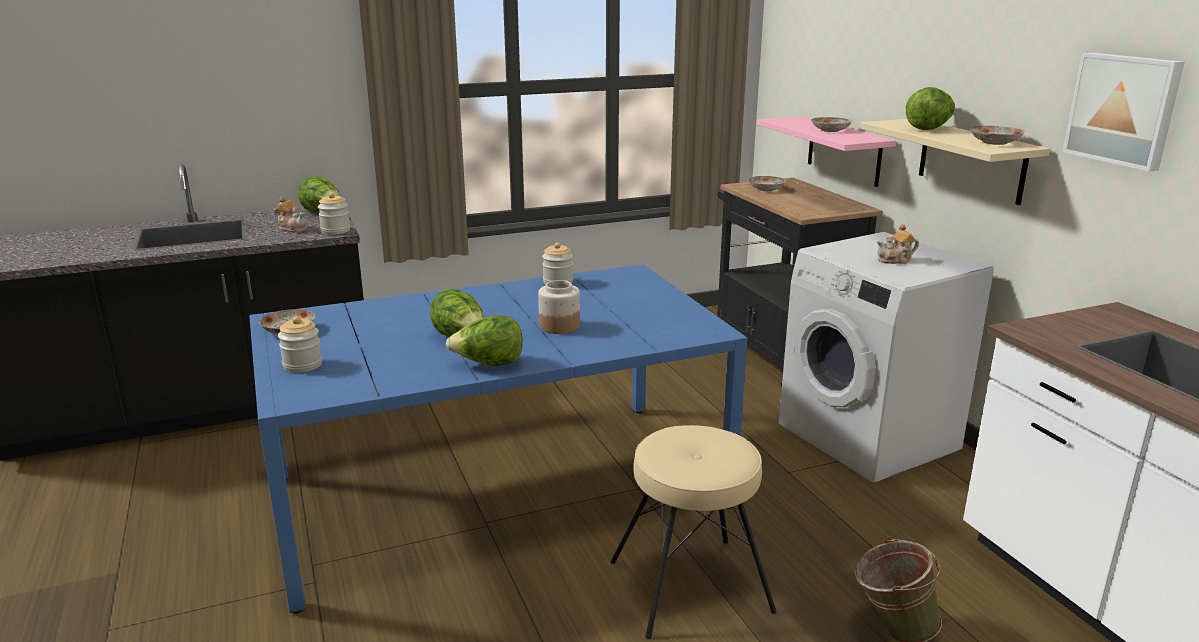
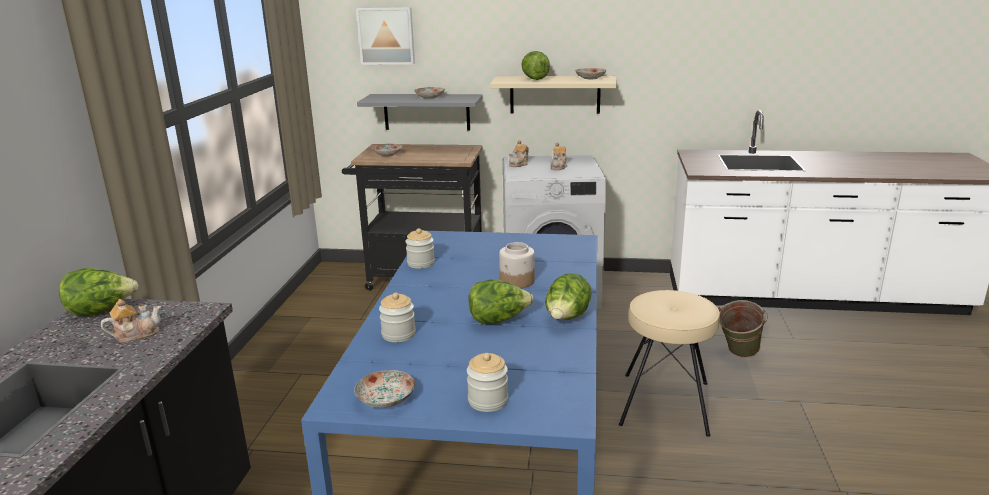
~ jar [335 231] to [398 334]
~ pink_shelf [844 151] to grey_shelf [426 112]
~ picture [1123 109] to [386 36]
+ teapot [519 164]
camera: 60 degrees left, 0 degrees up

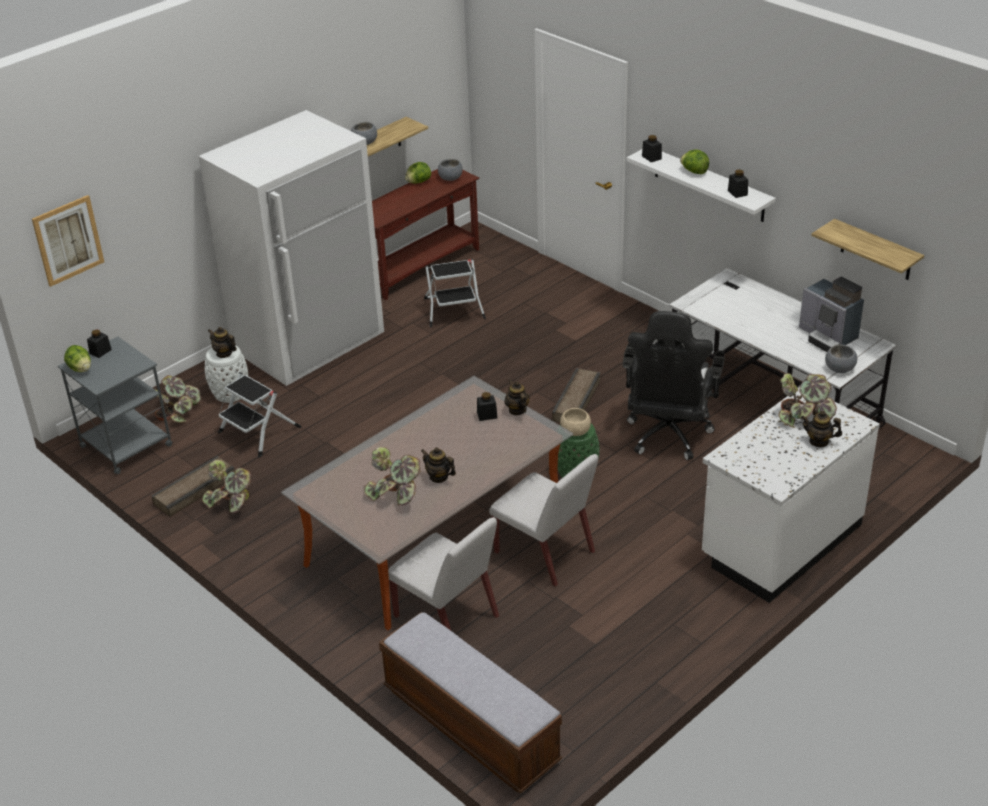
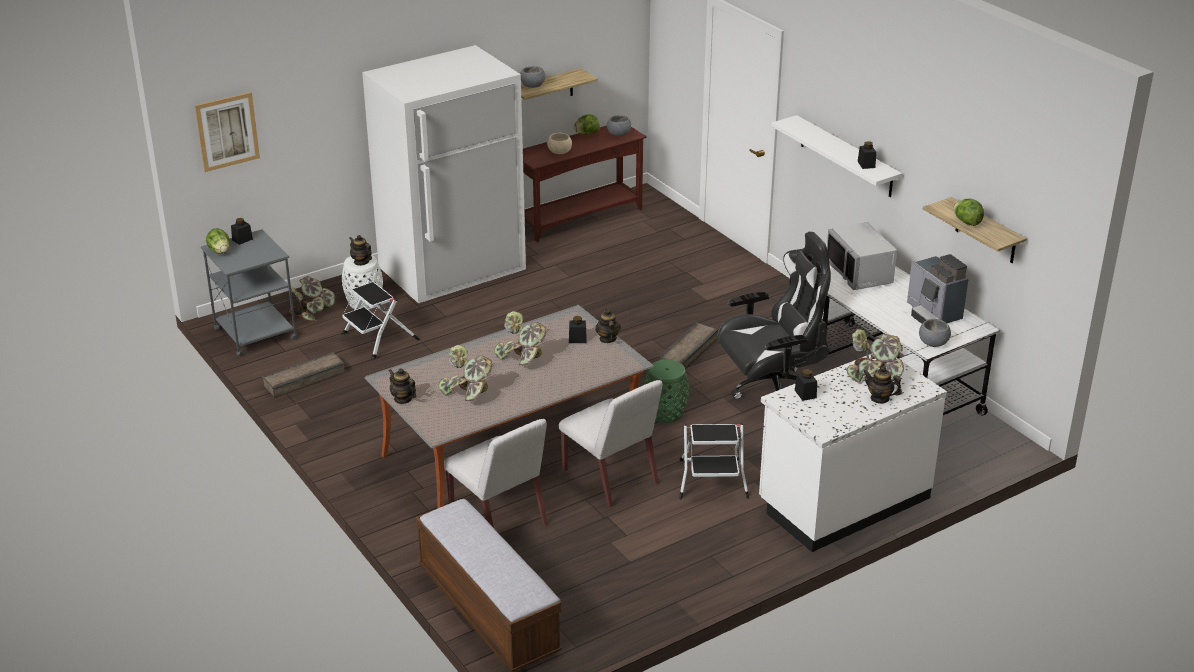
~ potted_plant [231 503] to [522 358]
~ teapot [438 477] to [403 399]
~ step_ladder [453 309] to [711 479]
~ beige_bowl [575 431] to [559 152]
~ black_office_chair [669 431] = [769 390] 135 degrees counterclockwise
~ black_jar [651 157] to [805 394]
~ lettuce [694 171] to [967 222]
+ grey_microwave [860 273]
camera: 10 degrees right, 5 degrees down

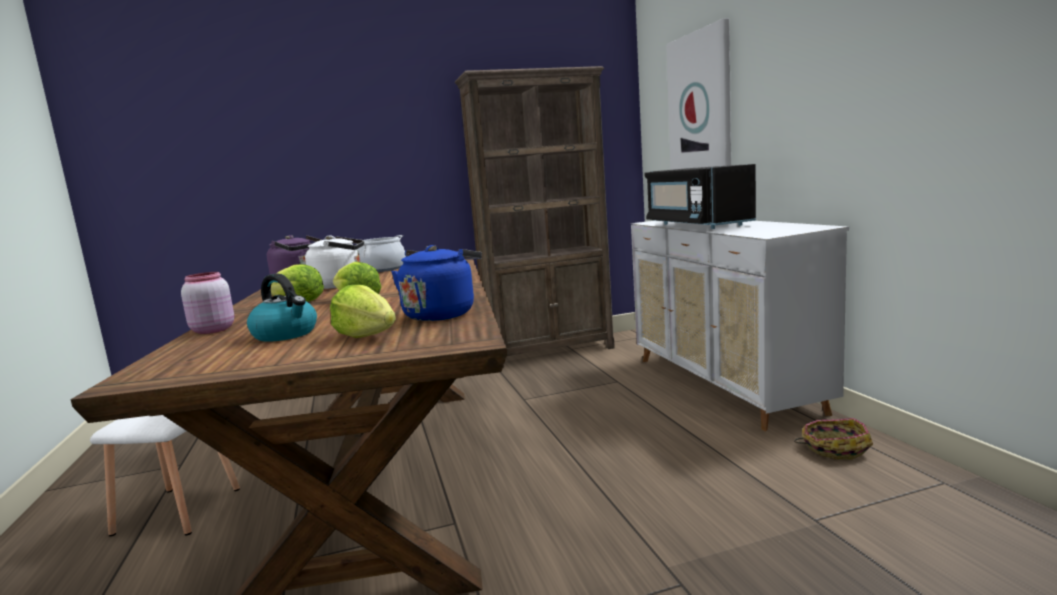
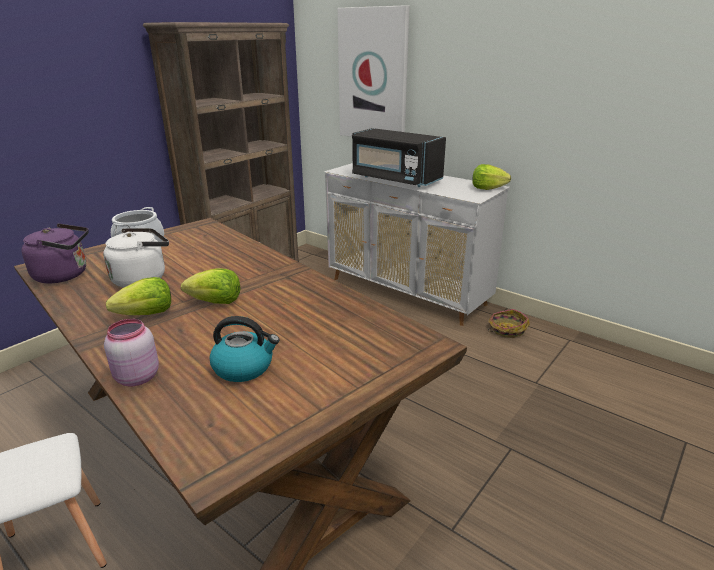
~ lettuce [367 335] to [487 188]
- blue_kettle [441 314]
camera: 35 degrees left, 15 degrees up

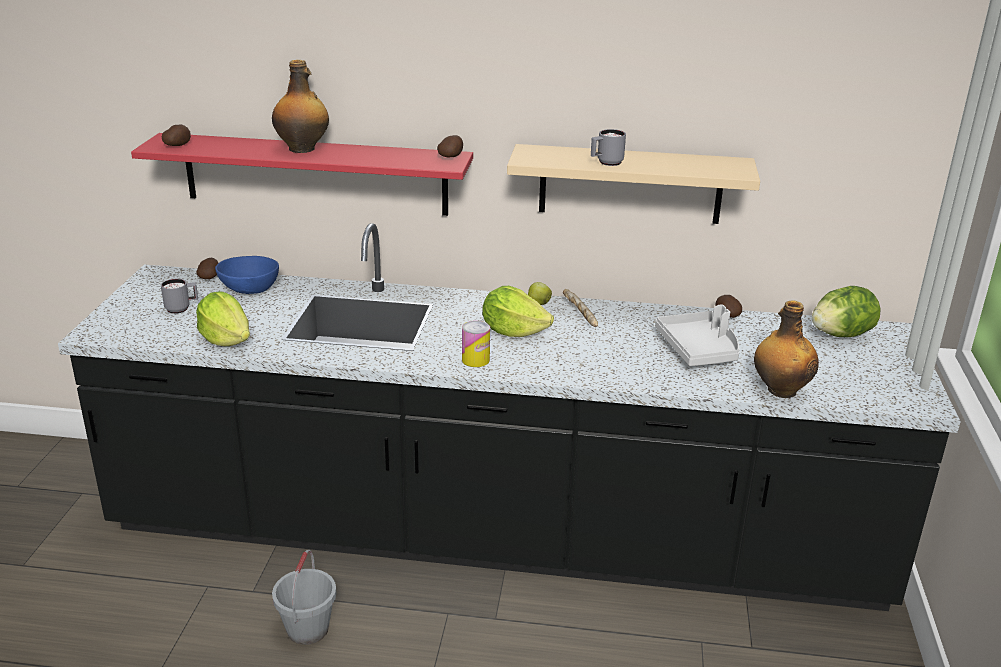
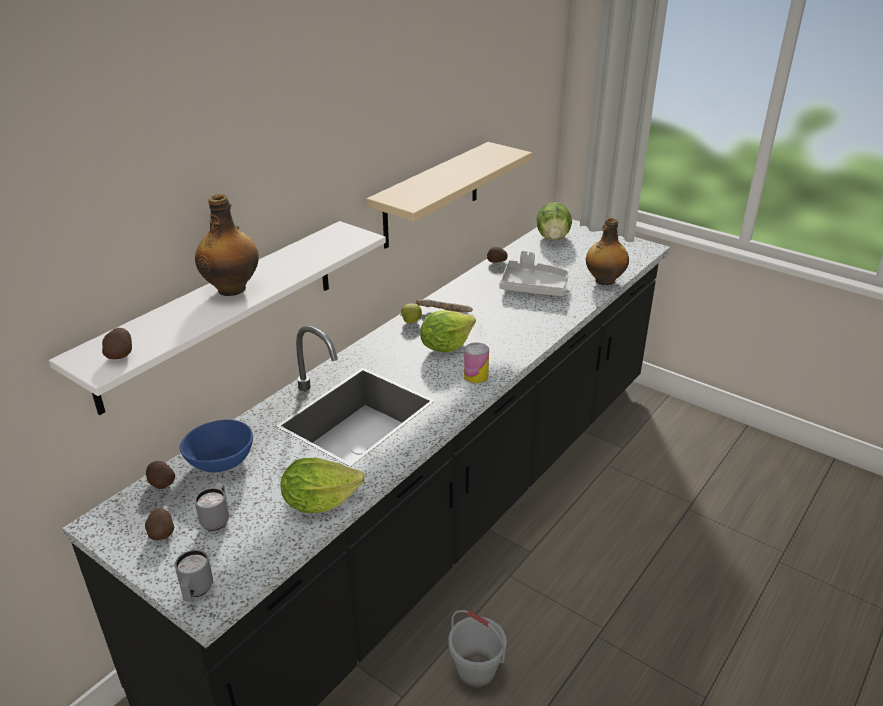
~ red_shelf [315 174] to white_shelf [220 312]
~ potato [451 157] to [161 532]
~ grey_mug [606 163] to [196 592]
camera: 60 degrees left, 5 degrees up

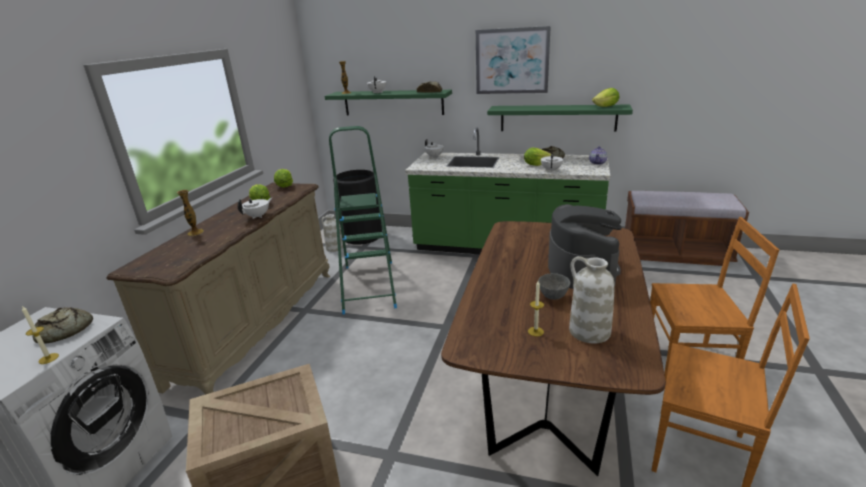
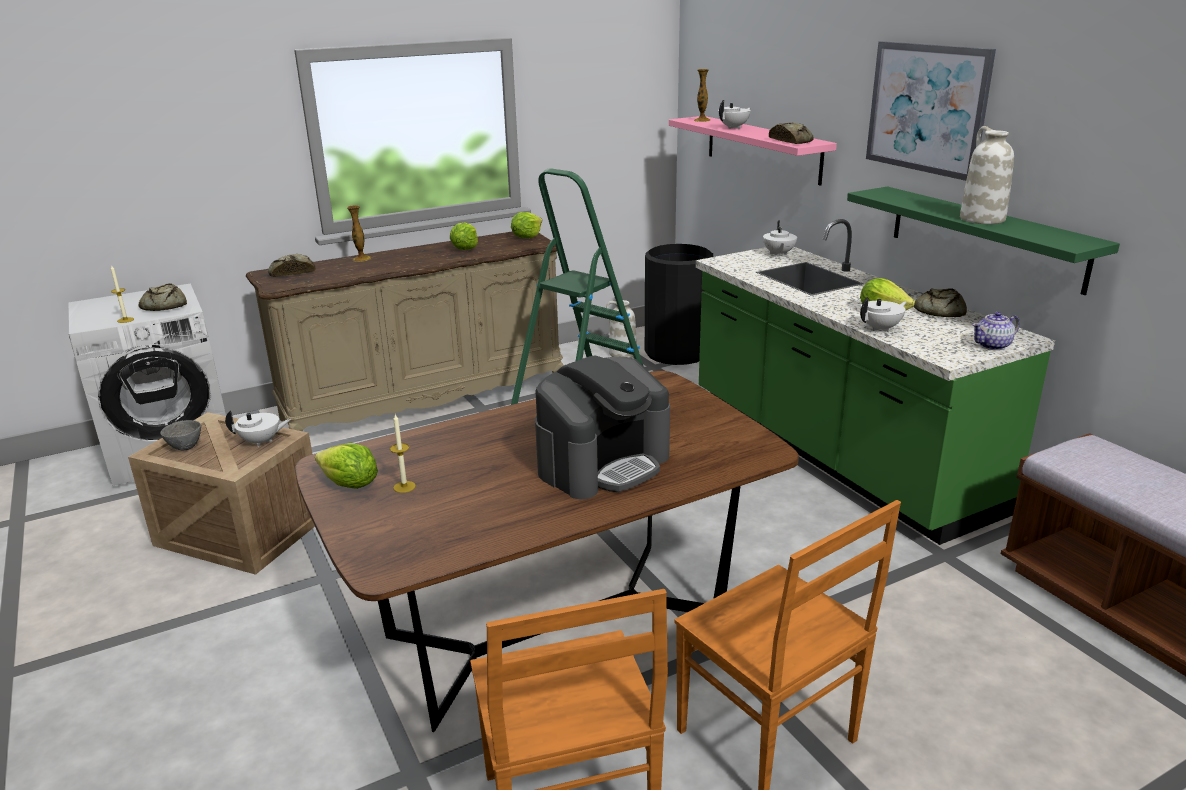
~ white_teapot [258 216] to [261 442]
~ green_shelf [393 102] to pink_shelf [762 148]
~ grey_bowl [553 297] to [186 448]
~ white_vase [588 332] to [981 219]
~ lettuce [606 107] to [350 485]
+ bread [291 272]
camera: 45 degrees right, 0 degrees up

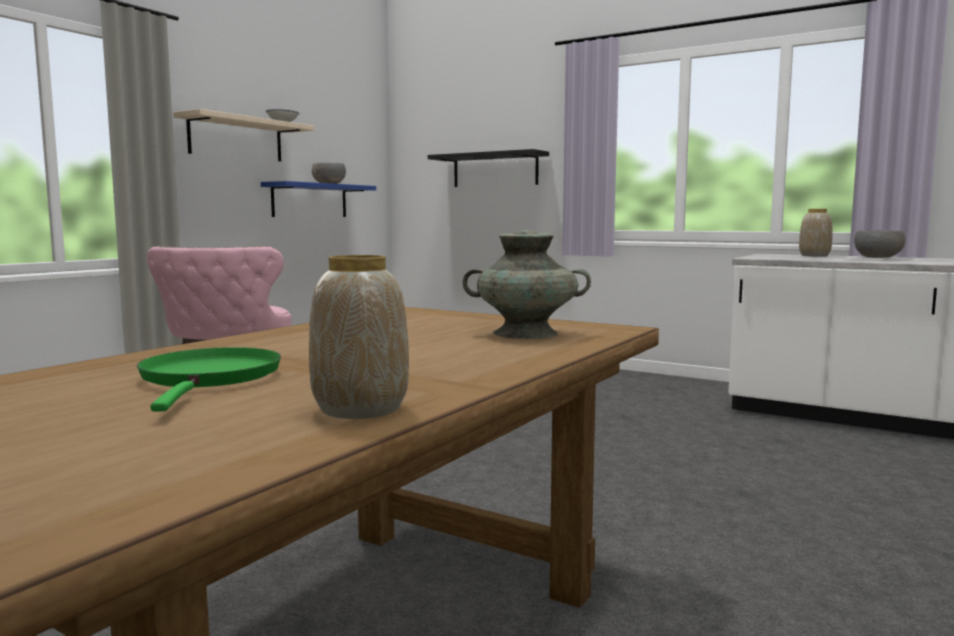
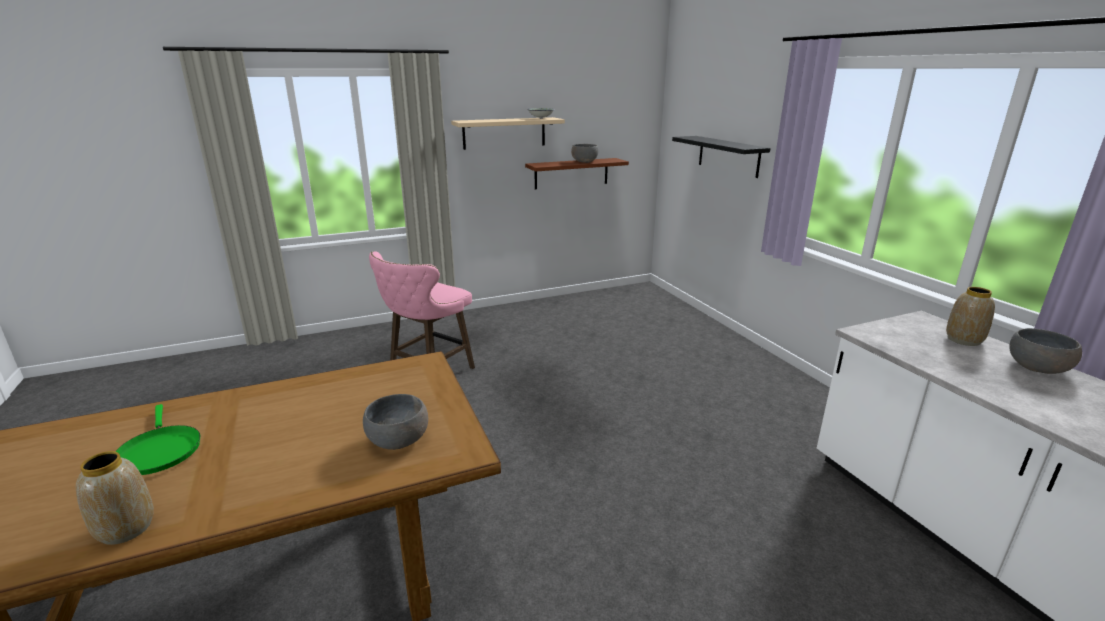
~ green_frying_pan [210 378] = [159 451] 120 degrees clockwise
~ blue_shelf [310 200] to brown_shelf [571 173]
~ turquoise_vase [526 333] to grey_bowl [398 440]
camera: 35 degrees right, 15 degrees up

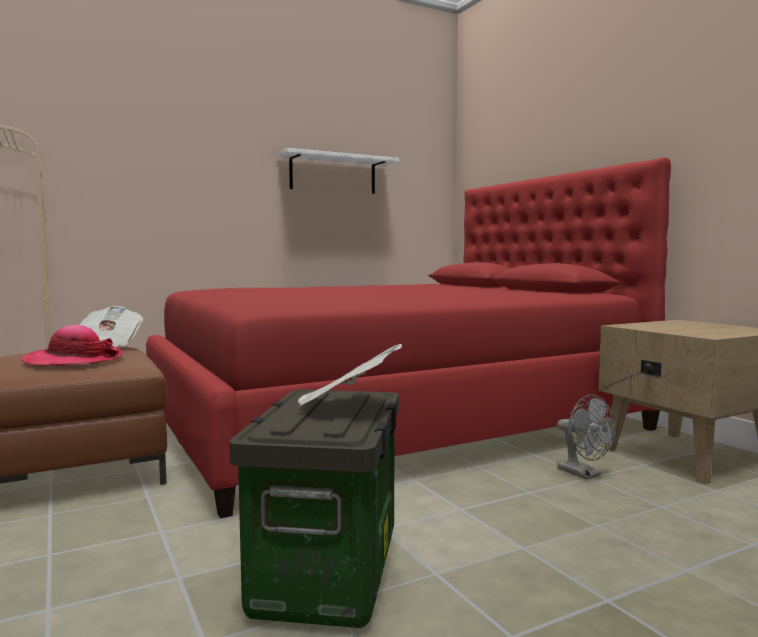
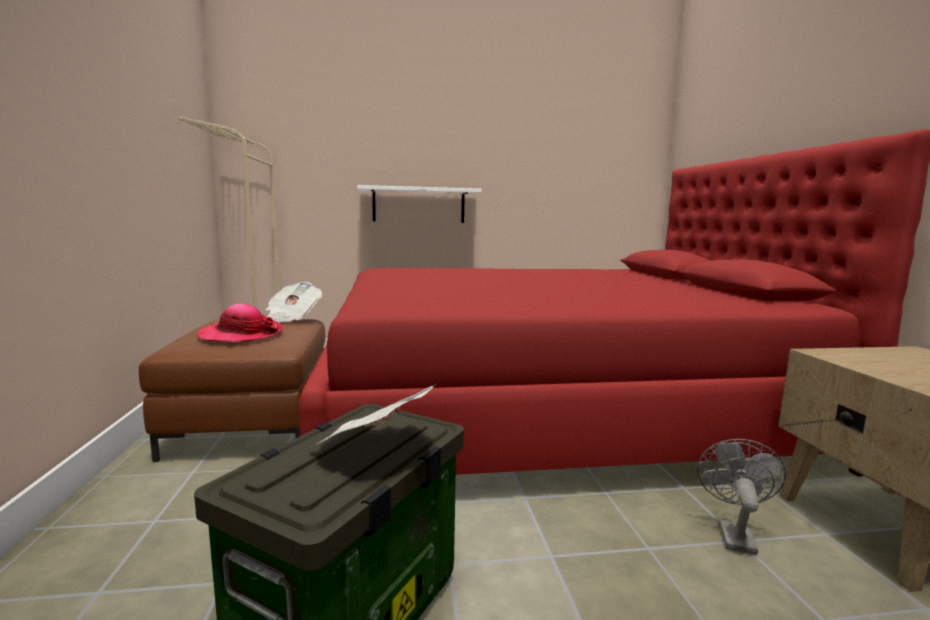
~ white_shelf [333 174] to [419 205]
~ grey_fan [584 474] = [733 533] 150 degrees counterclockwise
camera: 20 degrees right, 5 degrees up

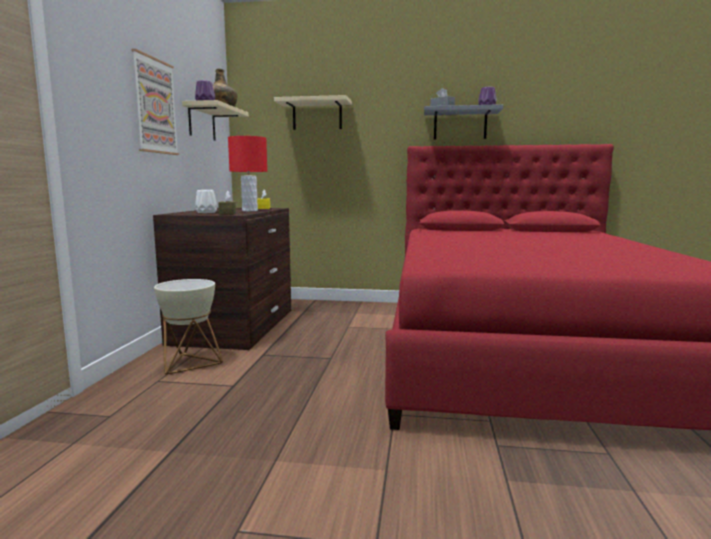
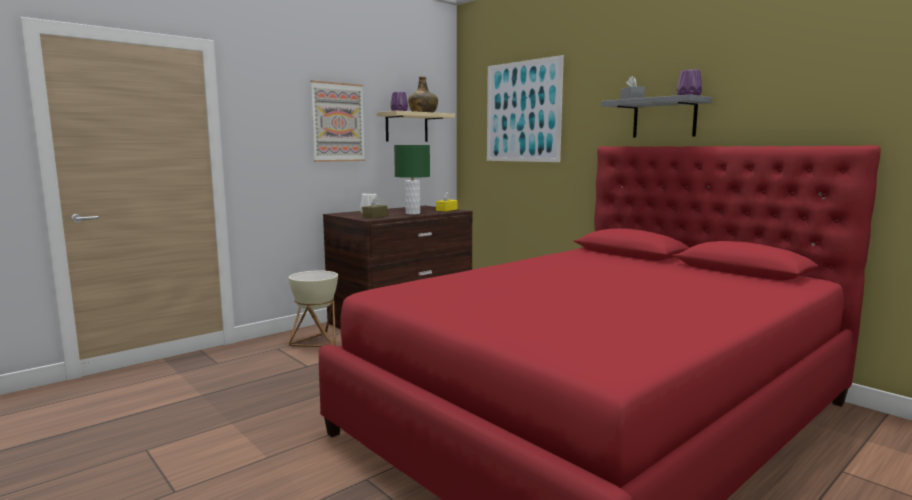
~ red_table_lamp [249 211] to green_table_lamp [412 213]
~ beige_shelf [317 115] to picture [522 112]
camera: 40 degrees right, 0 degrees up

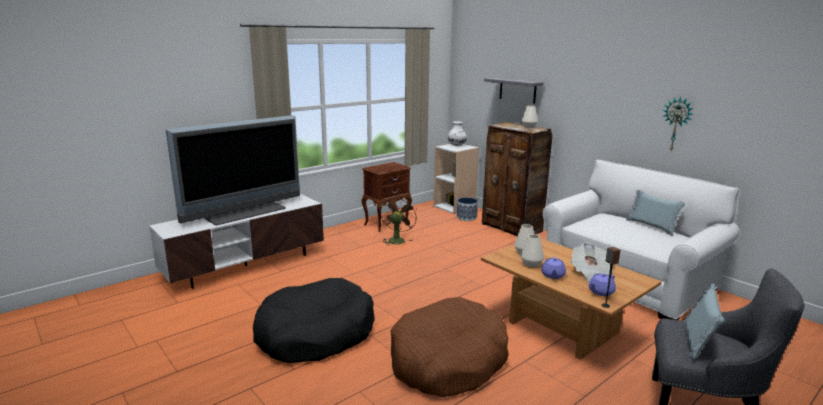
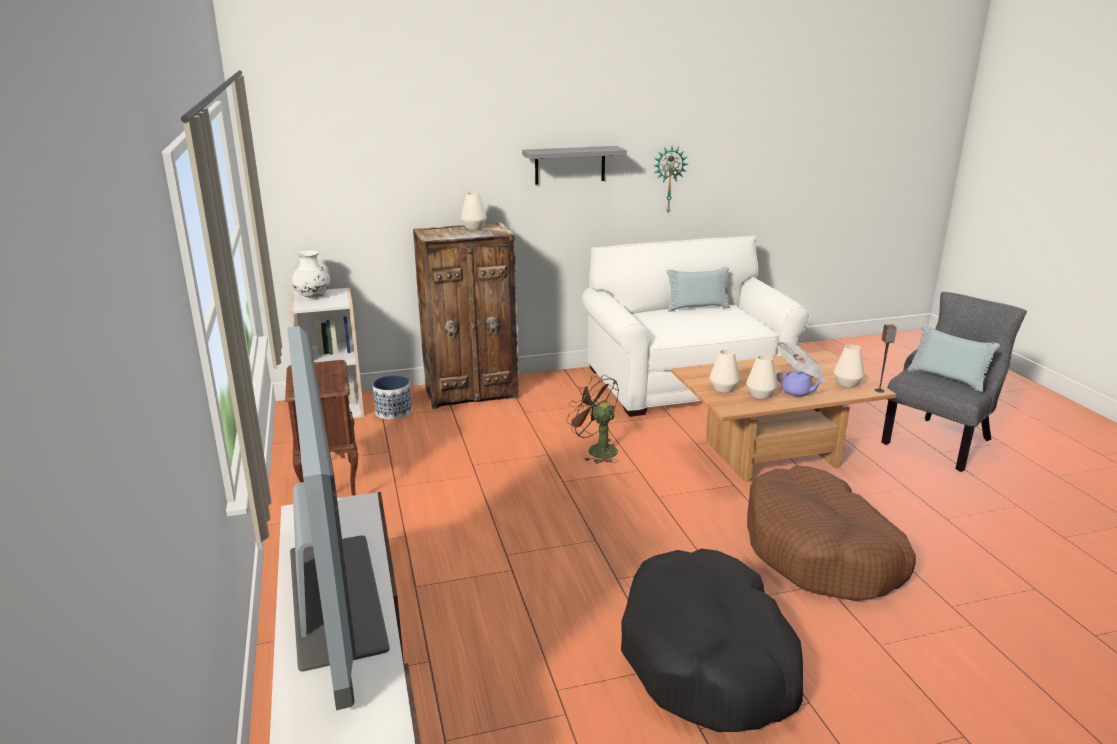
~ brown_fan [397 239] to [596 450]
~ grey_shelf [517 90] to [570 165]
~ purple_teapot [600 292] to white_vase [847 383]
camera: 65 degrees left, 5 degrees up

